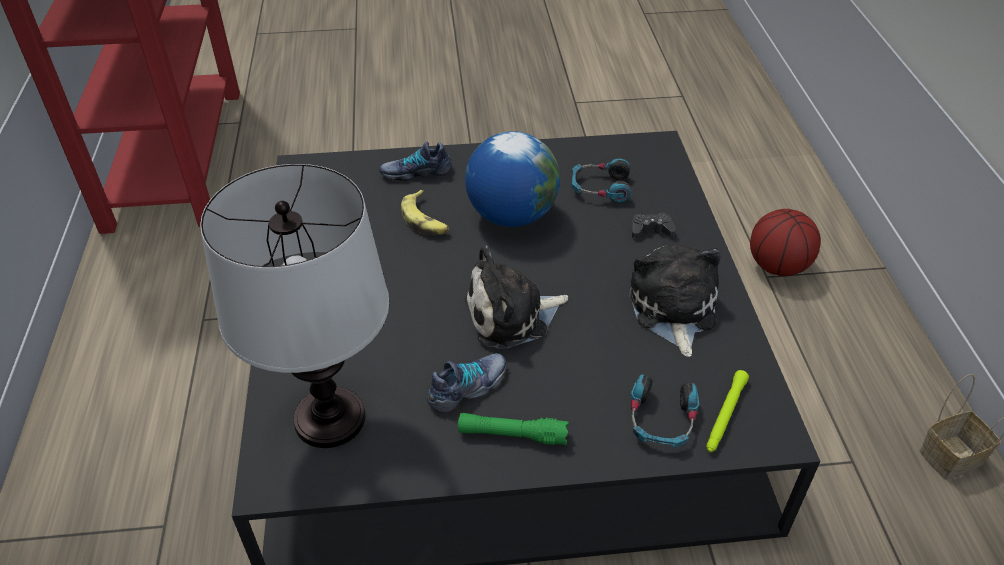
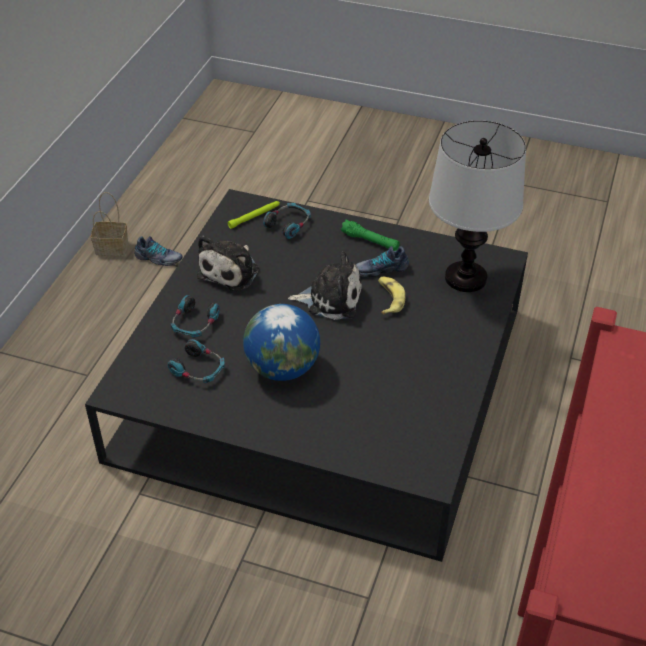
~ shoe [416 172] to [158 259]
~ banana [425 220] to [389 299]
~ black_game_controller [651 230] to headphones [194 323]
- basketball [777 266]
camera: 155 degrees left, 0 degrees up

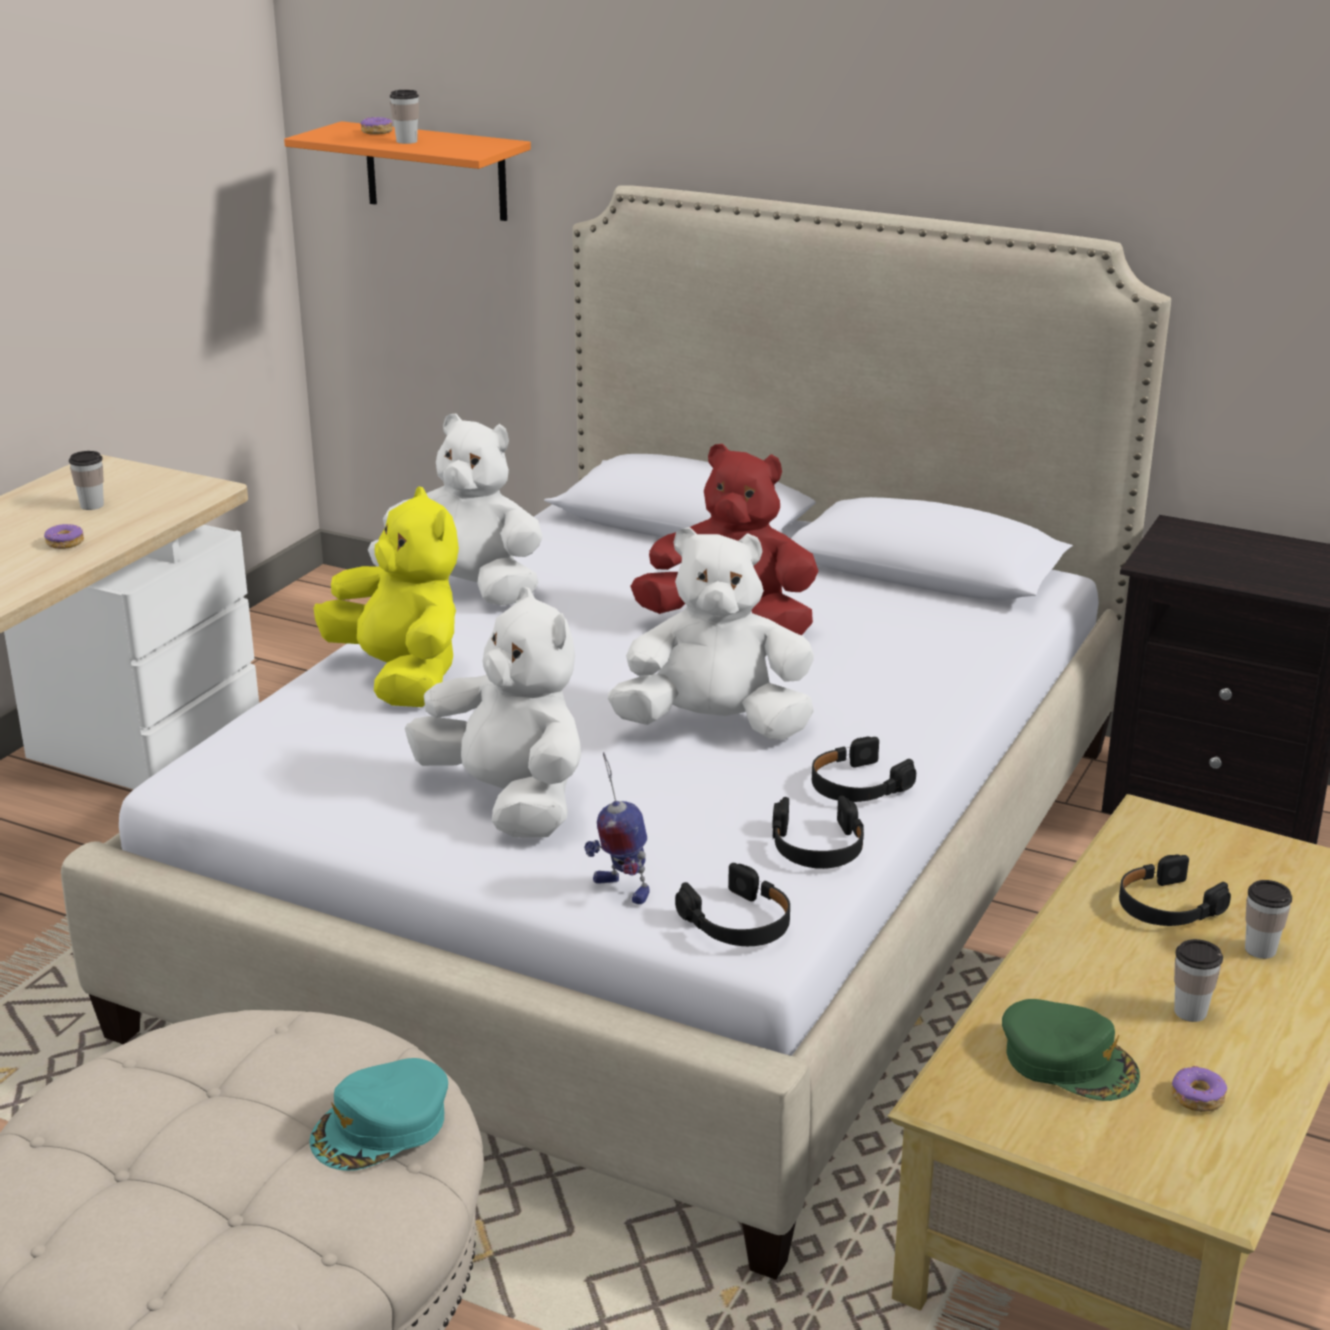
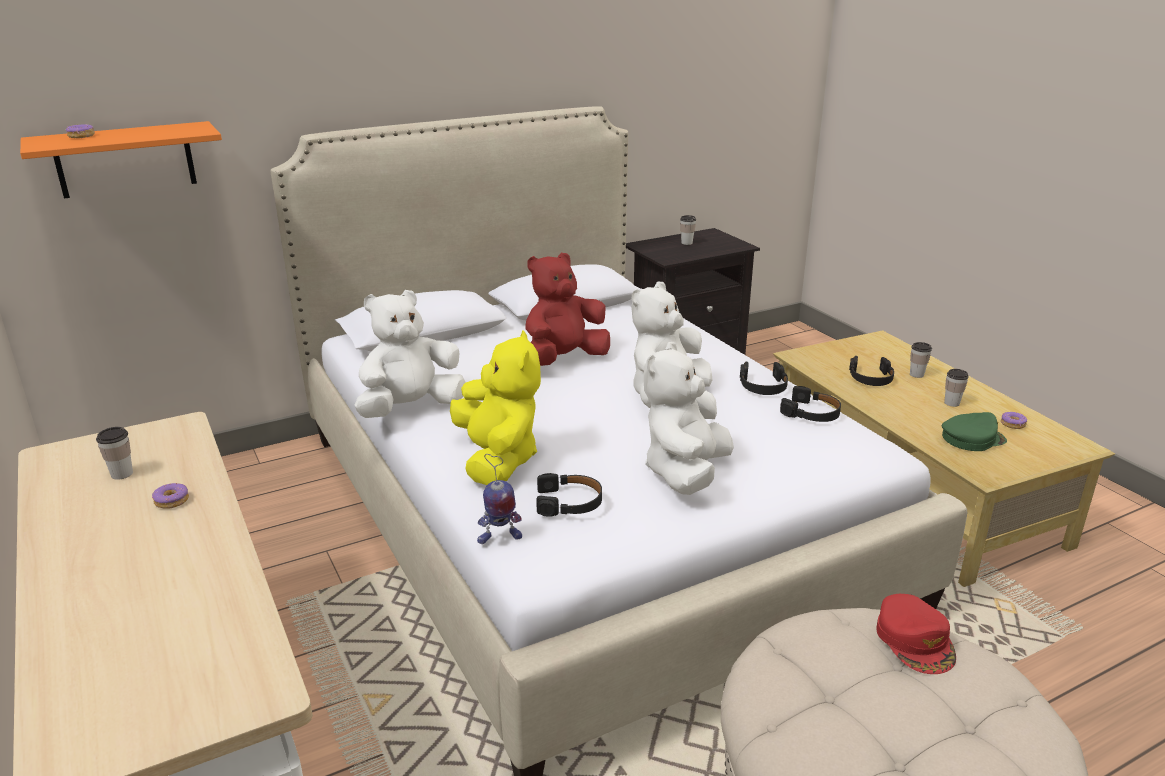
~ turquoise_cap [381 1126] to red_cap [915 640]
~ yellow_plush_toy [401 677] = [497 460] 75 degrees clockwise
~ cup [406 141] to [686 243]
~ white_plush_toy [509 801] = [685 473] 60 degrees counterclockwise
~ toy_robot [620 888] to [499 538]
~ black_headphones [738 922] to [569 502]
camera: 55 degrees left, 0 degrees up

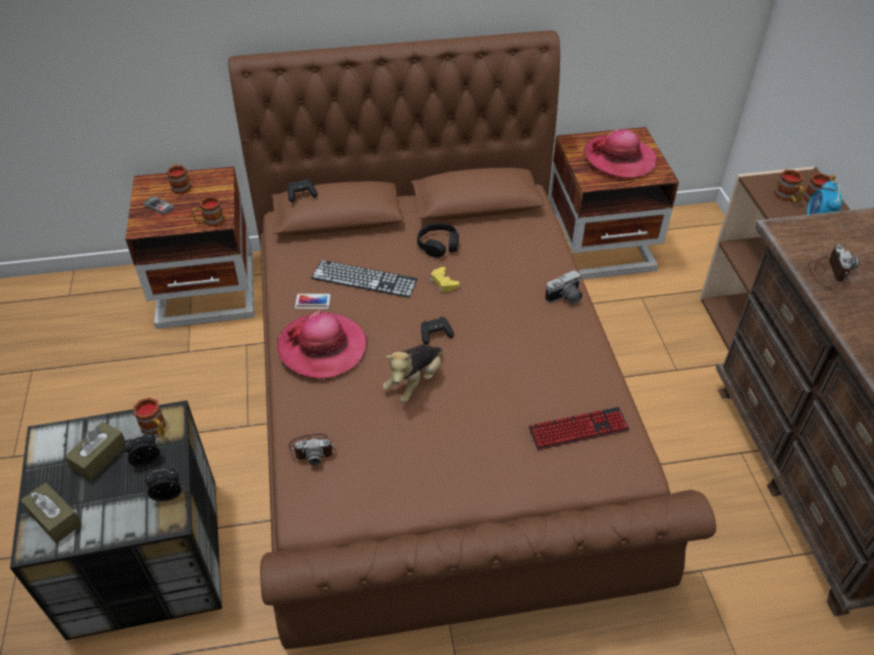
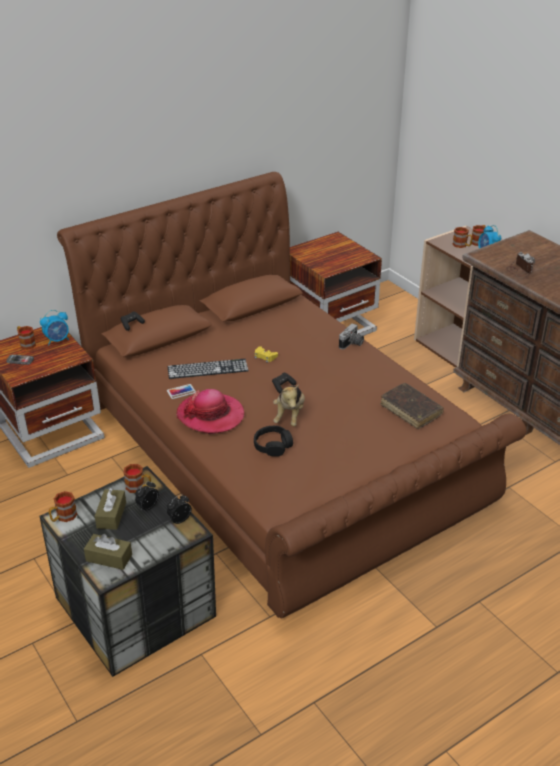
~ mug [209 221] to [63 517]
- photo_camera [313 449]
~ black_headphones [438 245] to [273 446]
~ keyboard [578 429] to brown_book [411 410]
- hat [619 159]
+ alarm_clock [57 340]
camera: 25 degrees left, 10 degrees down

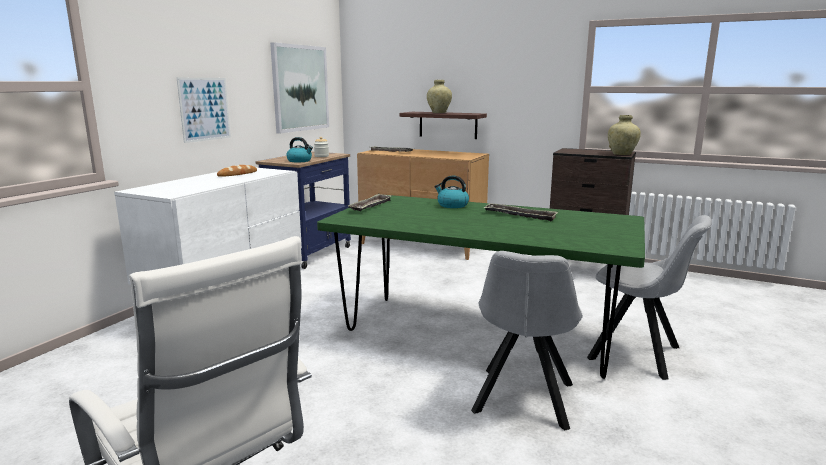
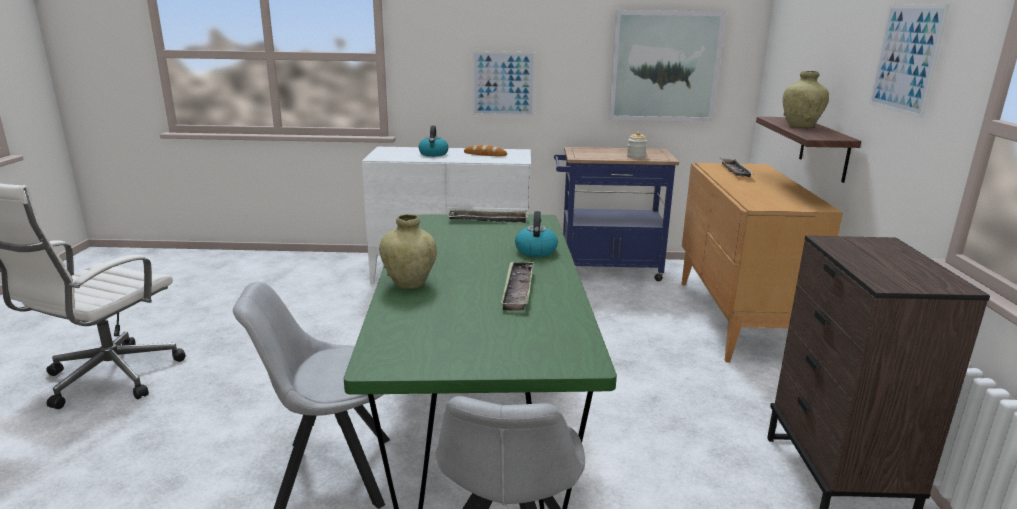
~ kettle [300 161] to [433 154]
~ beige_vase [621 154] to [409 283]
+ picture [906 59]
camera: 65 degrees right, 5 degrees up

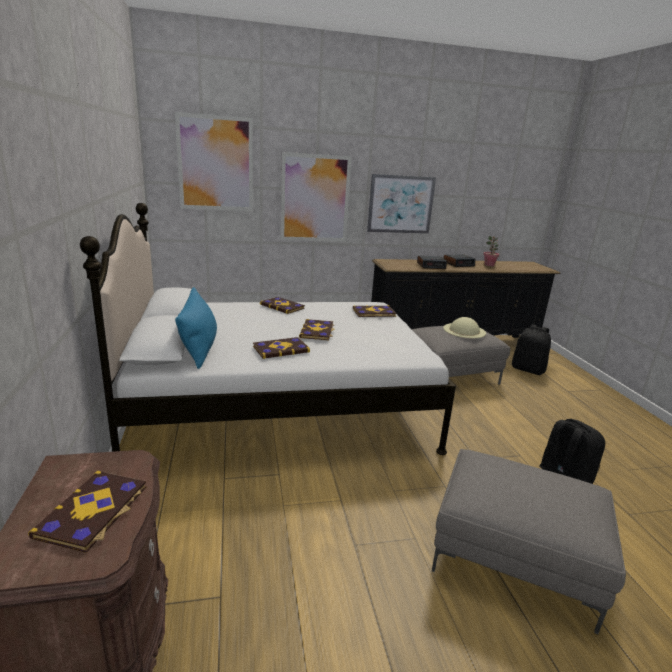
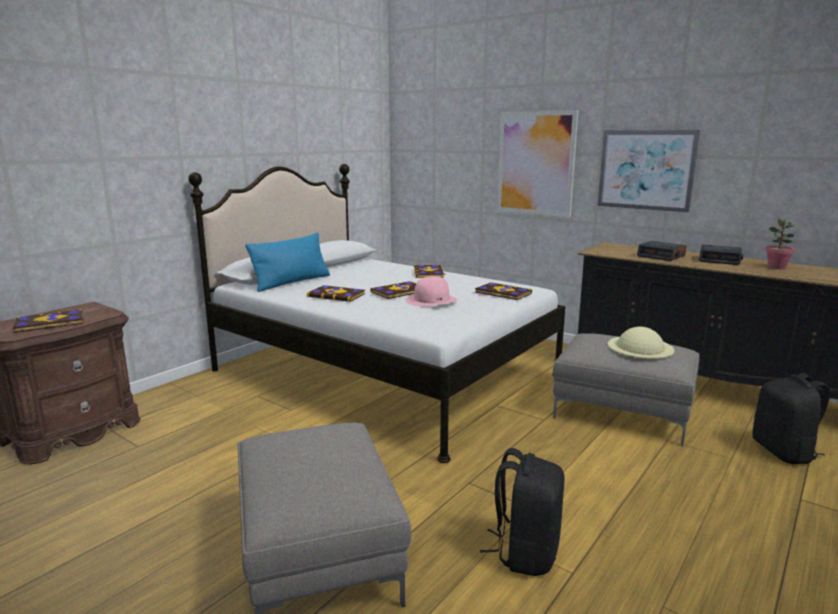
- picture [216 163]
+ pink_hat [431 300]
camera: 50 degrees right, 5 degrees down

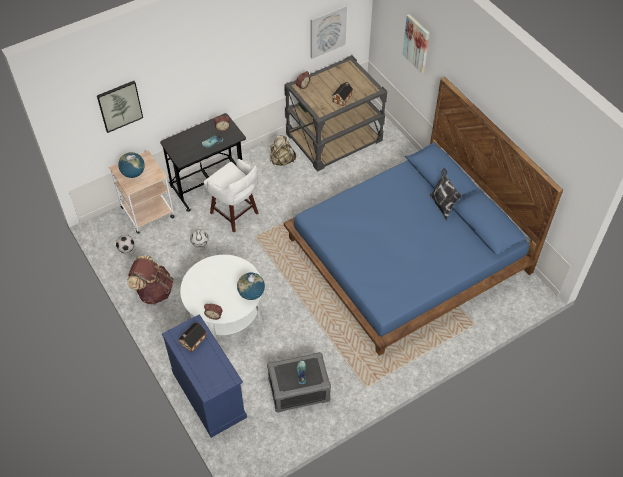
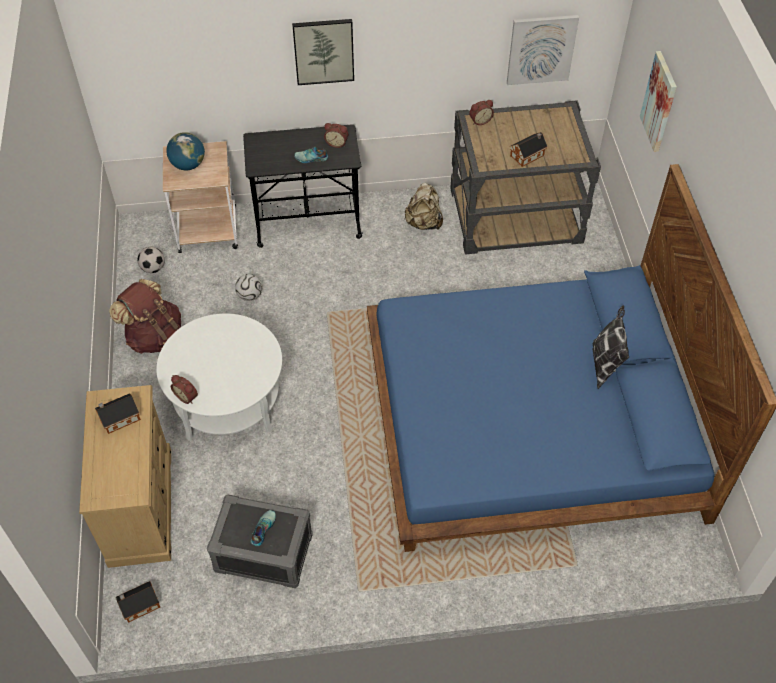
~ picture [119 106] to [323 51]
~ blue_dresser [209 394] to beige_dresser [141 506]
- white_stool [235 214]
- globe [251 293]
+ toy_house [138 606]
camera: 25 degrees right, 0 degrees up

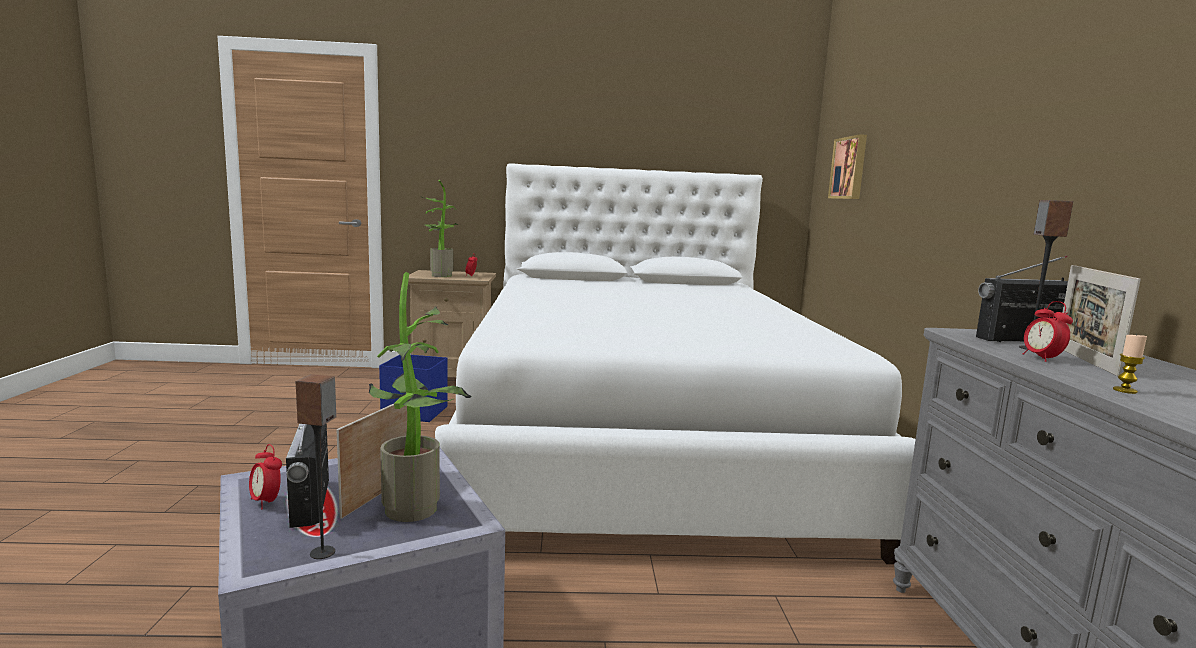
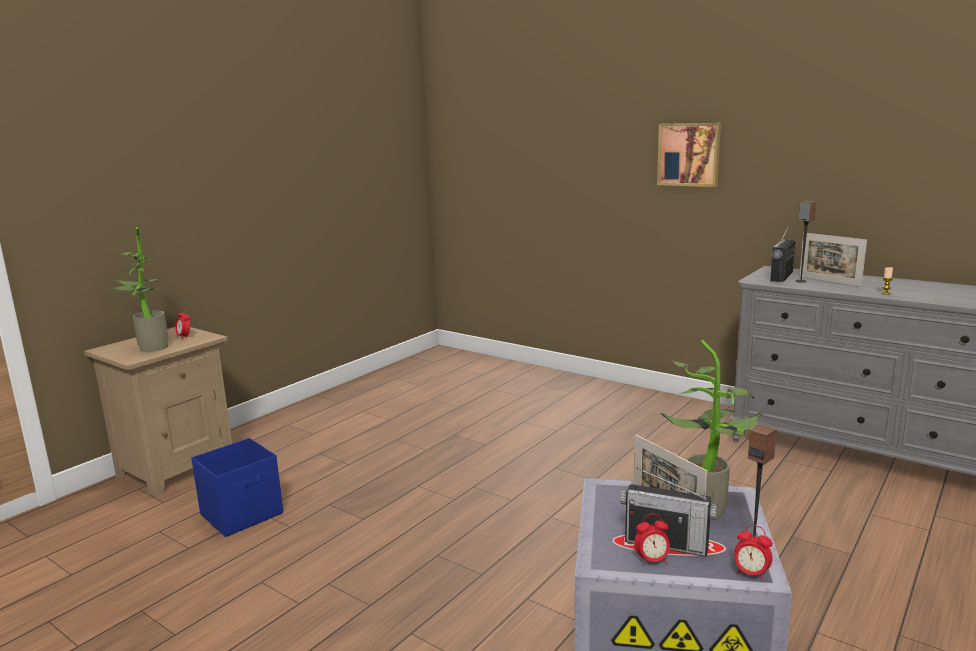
- white_bed [641 438]
~ picture [850 168] to [689 154]
~ alarm_clock [1042 358] to [751 574]
camera: 50 degrees left, 5 degrees up

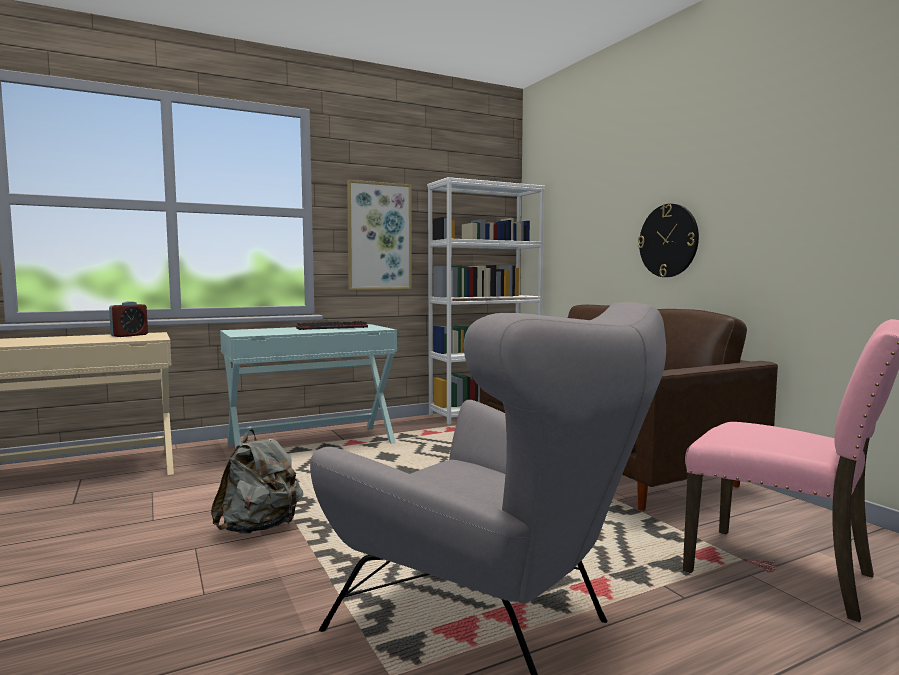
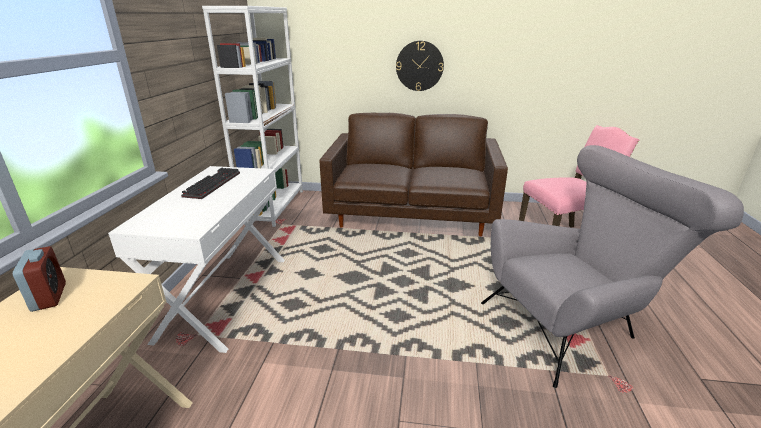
- grey_backpack [259 528]
~ turquoise_desk [311 444] to white_desk [225 296]
- picture [379 236]
camera: 55 degrees left, 20 degrees up

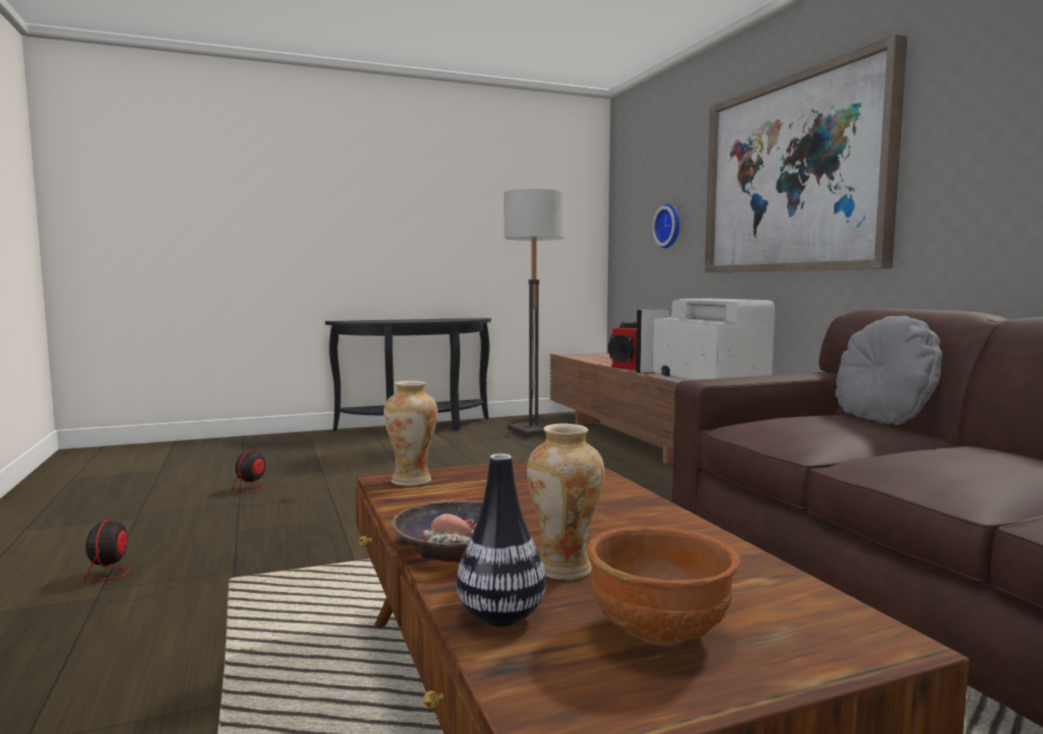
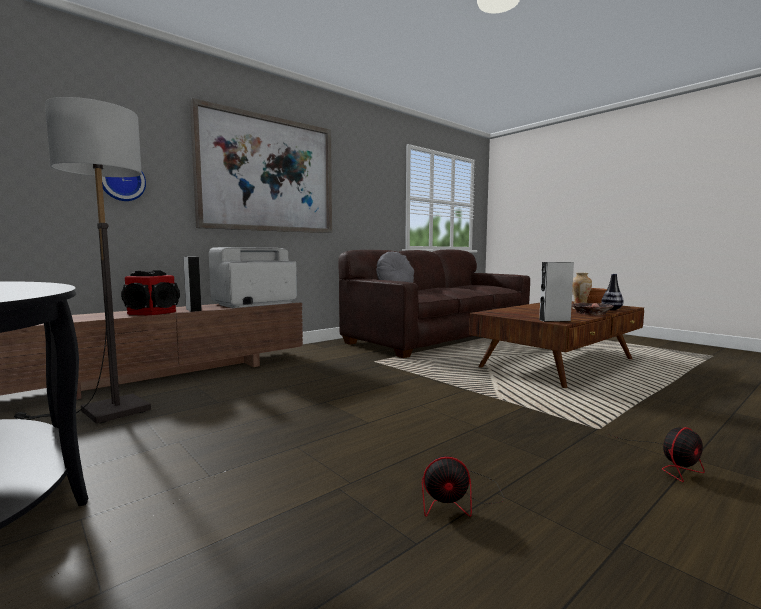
~ vase [411 481] to grey_speaker [554 320]
camera: 110 degrees left, 0 degrees up

